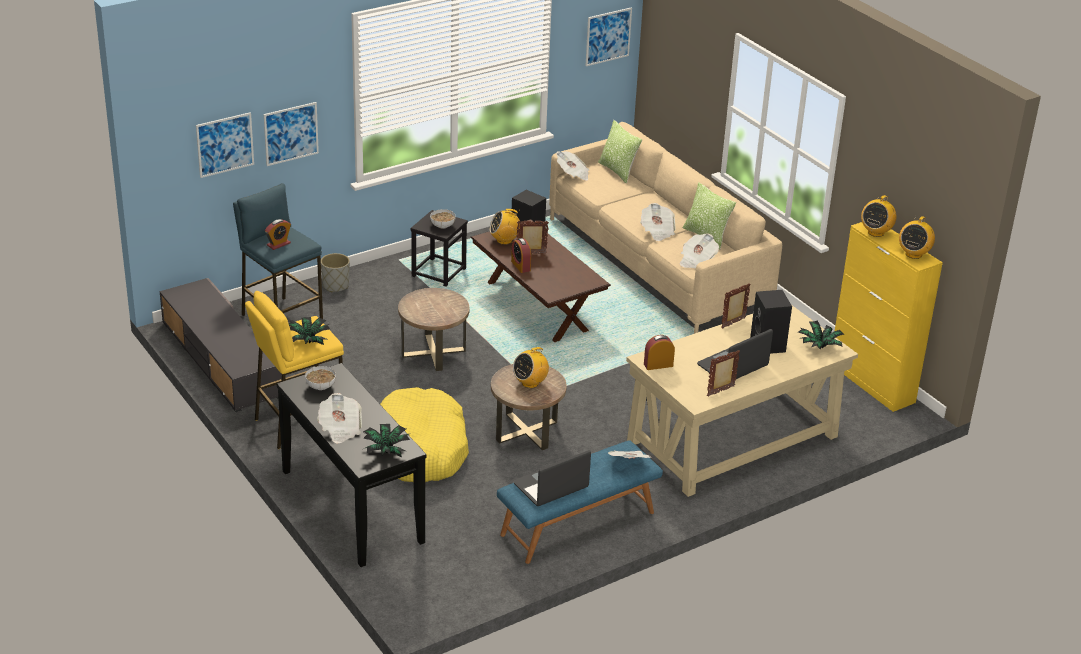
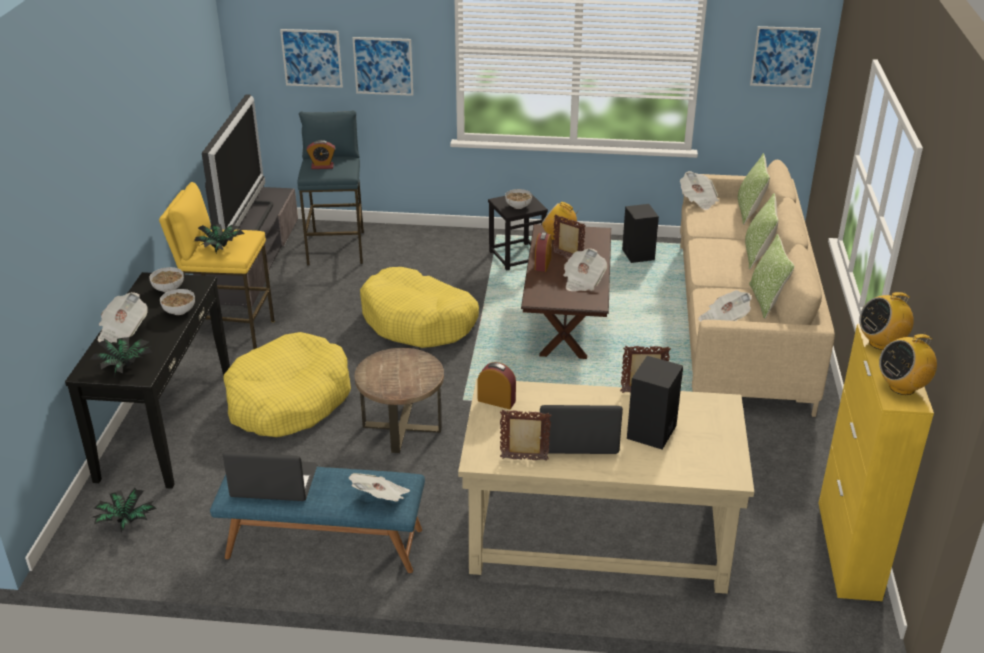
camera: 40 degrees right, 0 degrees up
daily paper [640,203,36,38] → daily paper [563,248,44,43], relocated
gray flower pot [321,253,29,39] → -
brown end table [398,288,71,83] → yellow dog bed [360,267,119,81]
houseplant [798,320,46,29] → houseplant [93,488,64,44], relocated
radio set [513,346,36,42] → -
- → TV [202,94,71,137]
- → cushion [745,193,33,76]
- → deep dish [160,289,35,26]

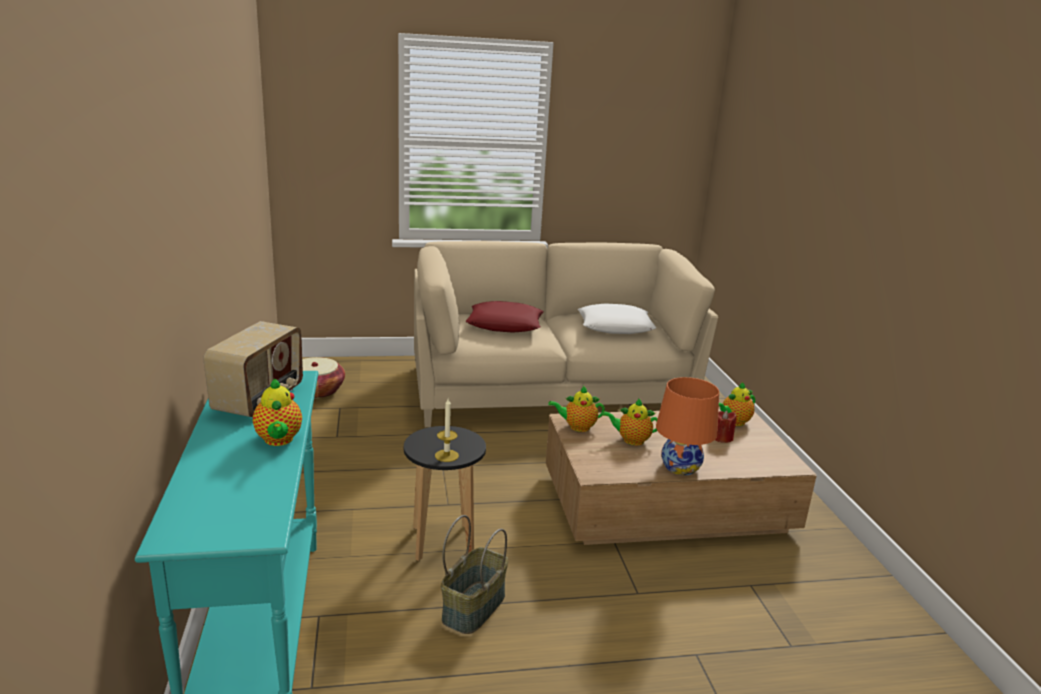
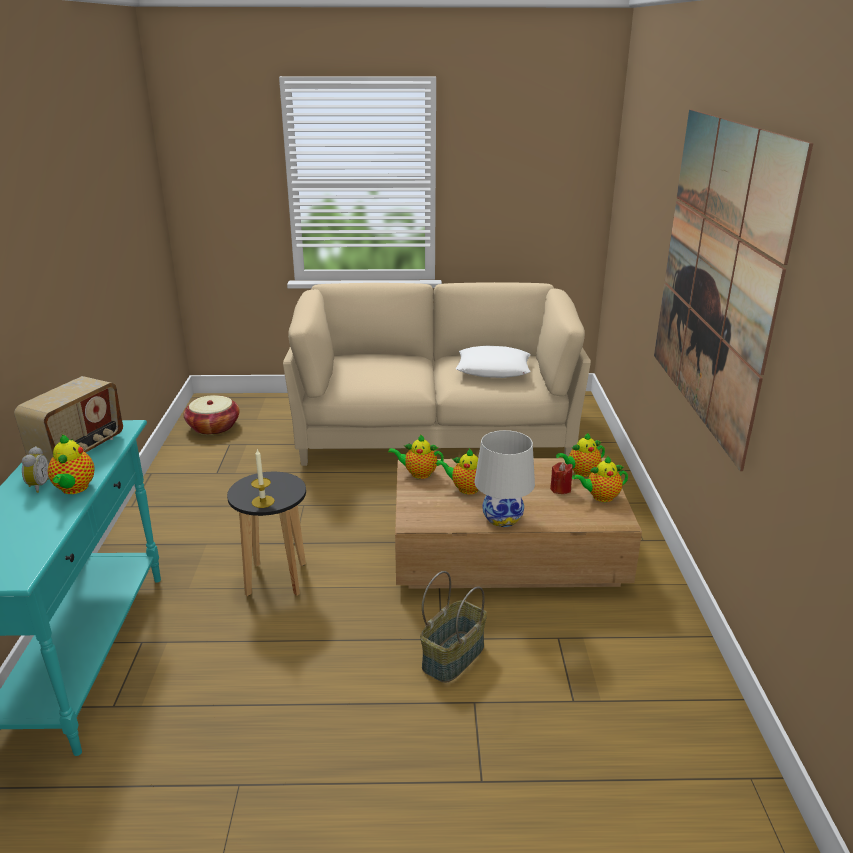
camera: 10 degrees right, 5 degrees up
reddish cushion [466,301,78,32] → -
orange-coloured table lamp [656,377,63,98] → white table lamp [474,430,61,97]
basket [441,515,67,119] → basket [420,571,67,111], relocated
- → wall art [654,110,159,361]
- → table clock [22,446,27,47]
- → teapot [572,456,56,46]

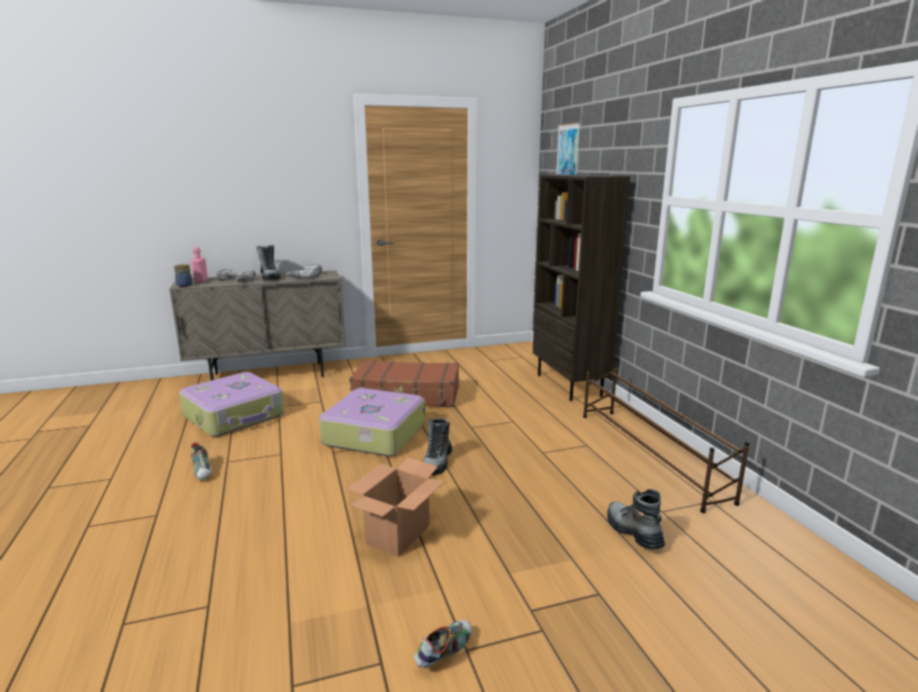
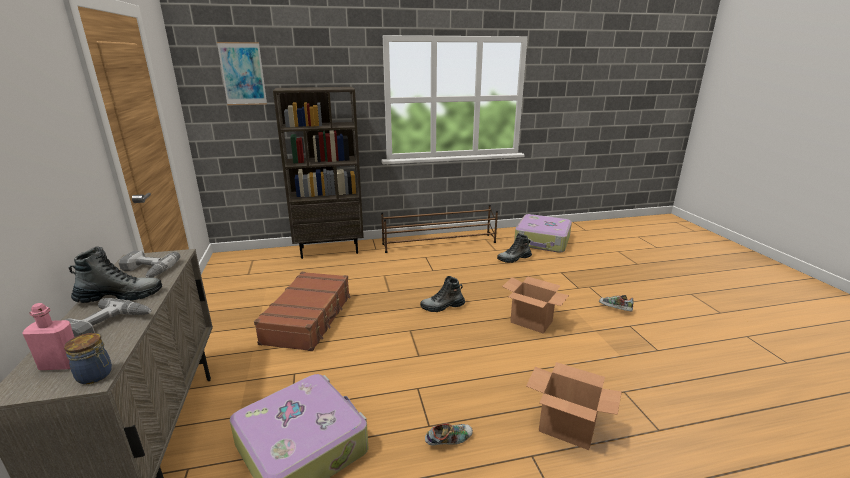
camera: 85 degrees left, 5 degrees up
piece of luggage [319,388,106,68] → piece of luggage [514,214,58,39], relocated
tall boot [423,418,29,57] → tall boot [420,276,45,36], 150 degrees clockwise
- → cardboard box [526,362,96,88]

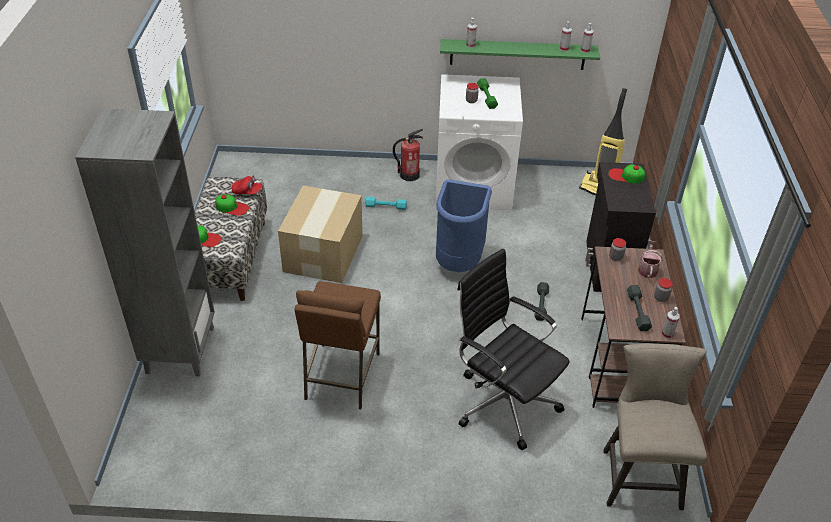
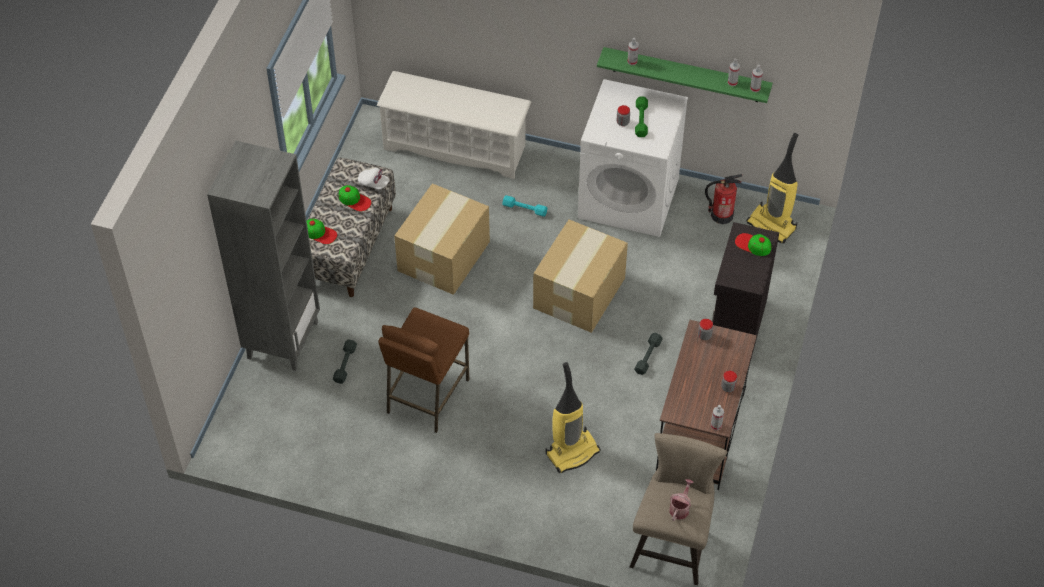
camera: 15 degrees right, 10 degrees up
fire extinguisher [393,129,30,52] → fire extinguisher [705,174,37,50], relocated
reddish cap [232,176,30,18] → white cap [358,168,31,21]
blue-coloured trash can [436,179,56,93] → cardboard box [533,220,95,113]
watering can [638,240,24,38] → watering can [669,479,25,42], relocated
black desk chair [457,249,113,201] → vacuum [546,362,55,111]
gray free weight [627,285,25,46] → gray free weight [333,339,24,45], relocated
- → white shoe rack [376,71,155,108]

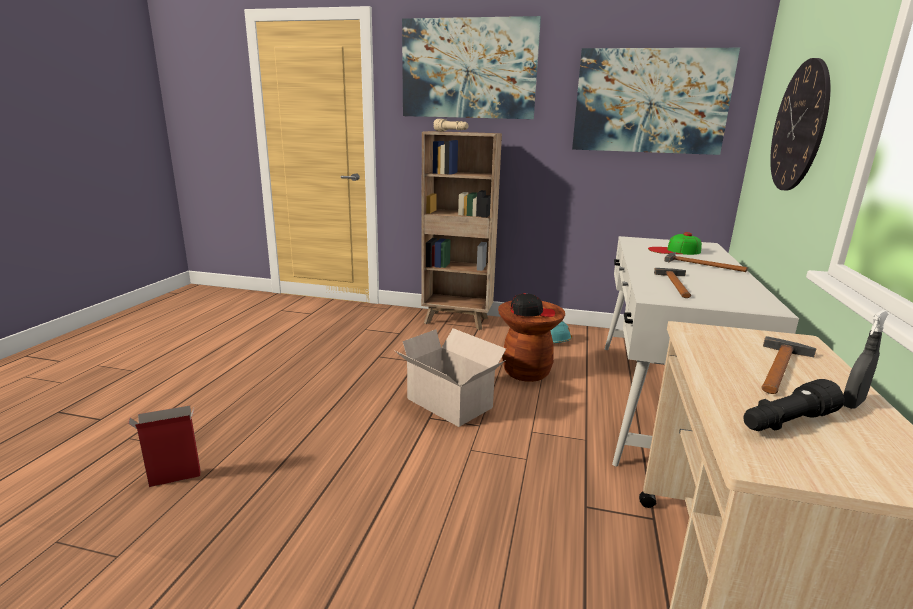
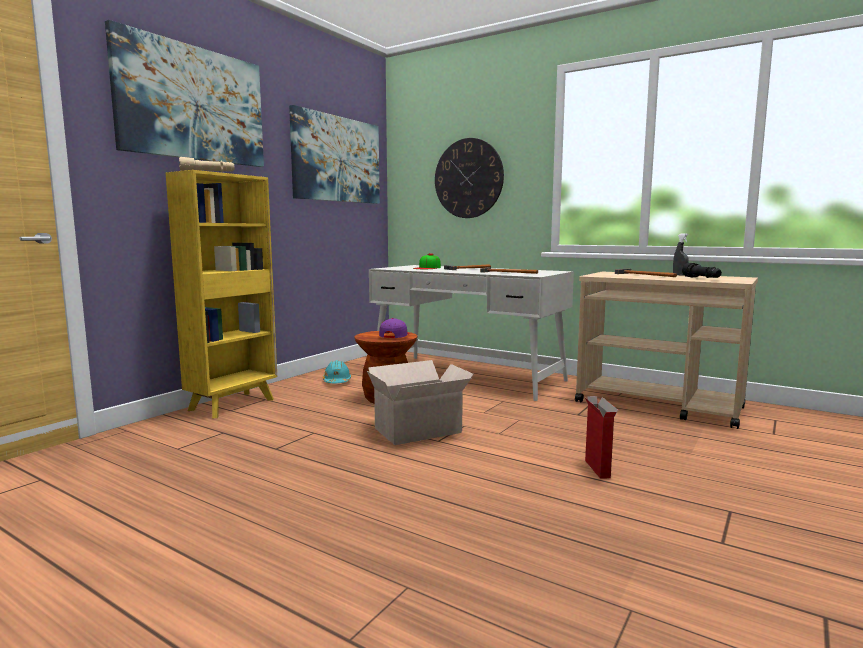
camera: 70 degrees left, 10 degrees down
brown bookshelf [421,131,81,199] → yellow bookshelf [165,170,112,248]
black cap [511,293,44,24] → purple cap [379,318,30,20]
cardboard box [128,406,72,81] → cardboard box [585,396,33,83], relocated

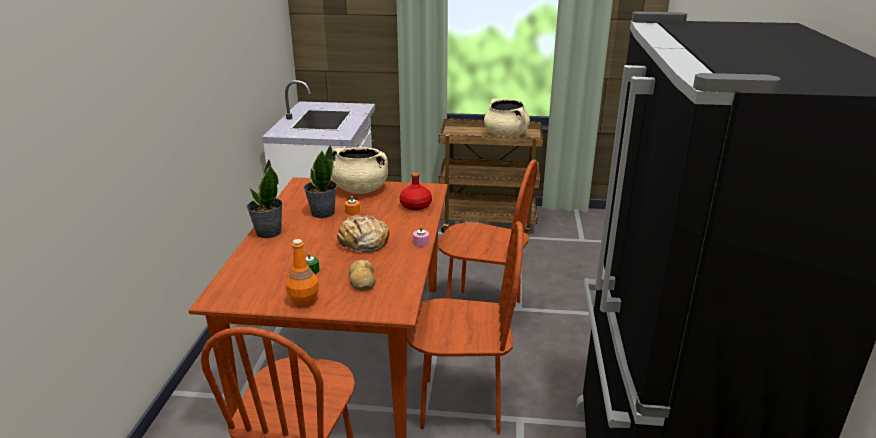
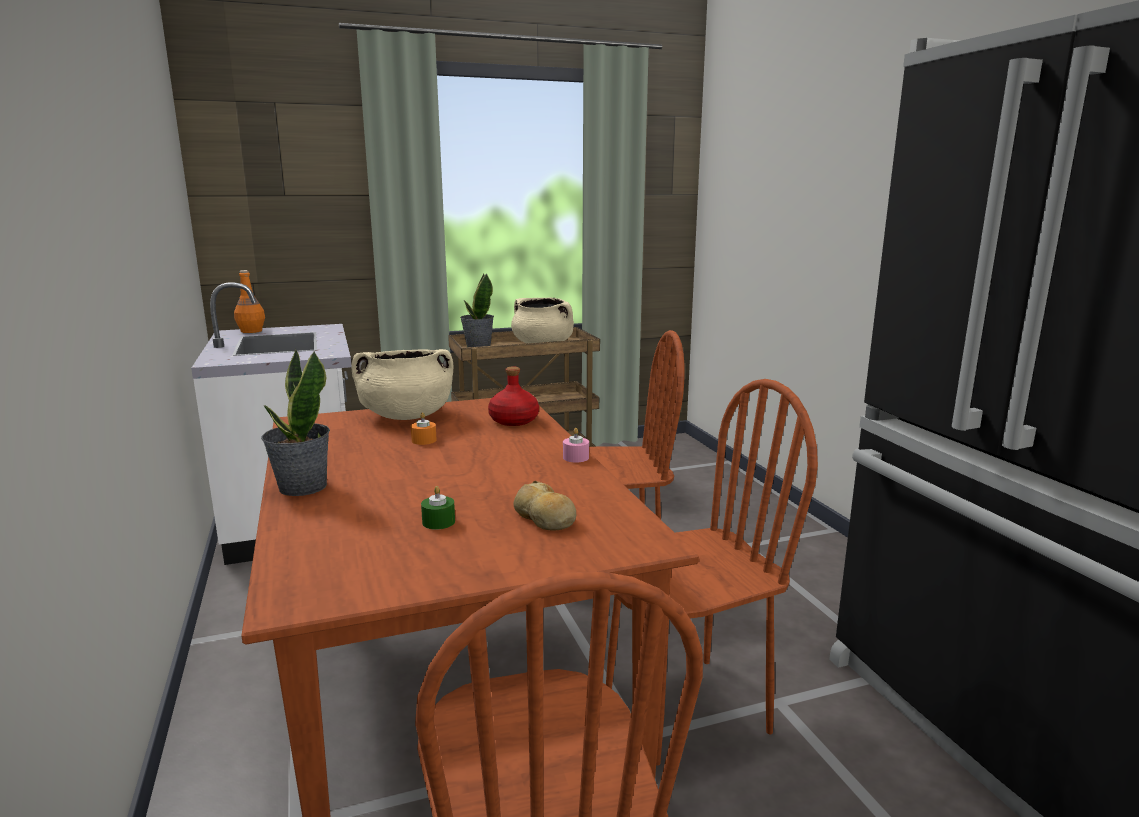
camera: 25 degrees left, 10 degrees down
houseplant [304,145,33,73] → houseplant [460,273,34,74], relocated
baked bread [337,214,52,39] → -
orange-coloured beverage bottle [286,239,33,68] → orange-coloured beverage bottle [234,270,31,63], relocated

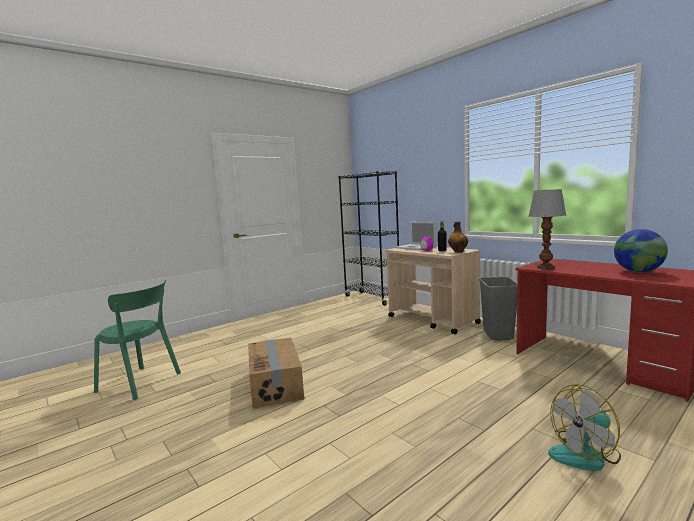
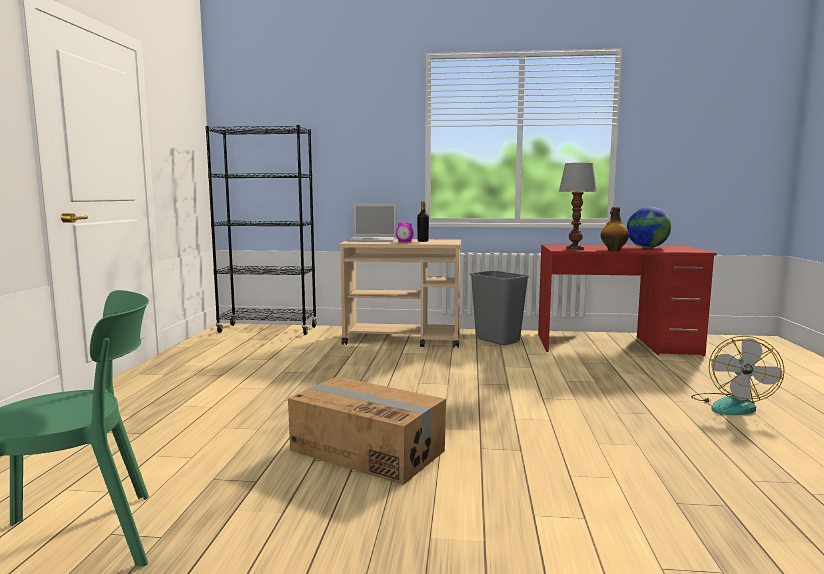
camera: 45 degrees left, 0 degrees up
beverage bottle [448,221,20,32] → beverage bottle [601,207,28,44], relocated

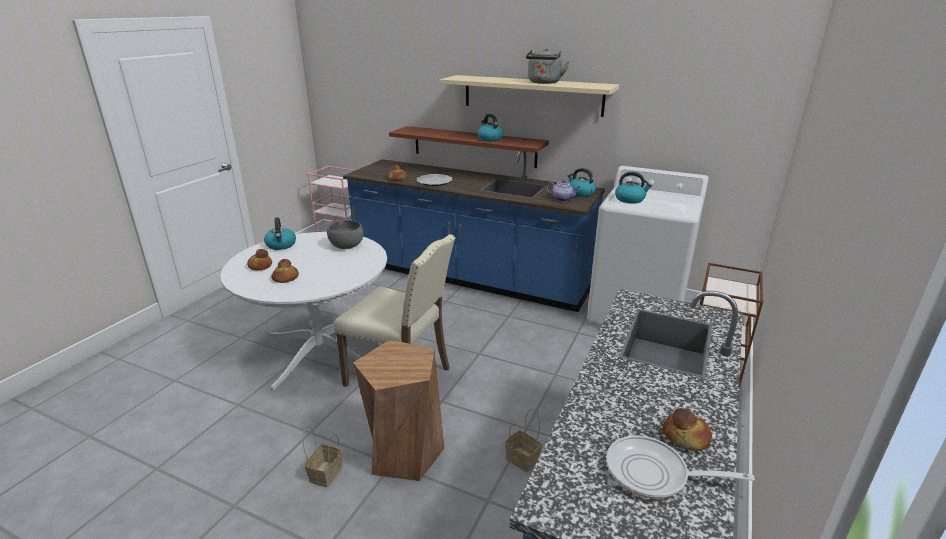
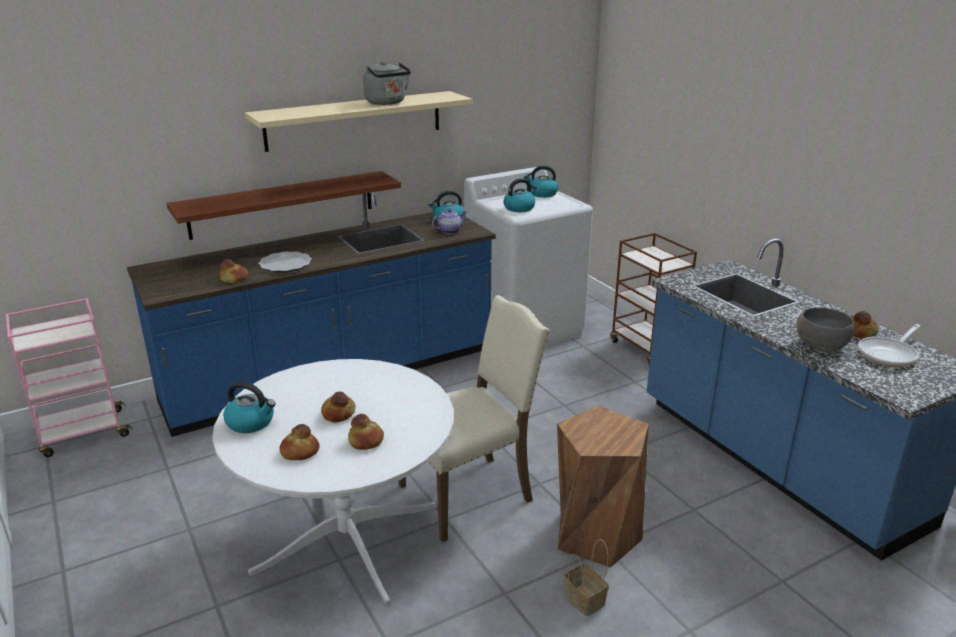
camera: 55 degrees left, 0 degrees up
tea kettle [478,114,25,28] → tea kettle [524,166,35,32], relocated
gray deep dish [327,220,37,29] → gray deep dish [796,307,59,44], relocated
basket [505,409,37,63] → -
- → baked bread [321,391,35,32]

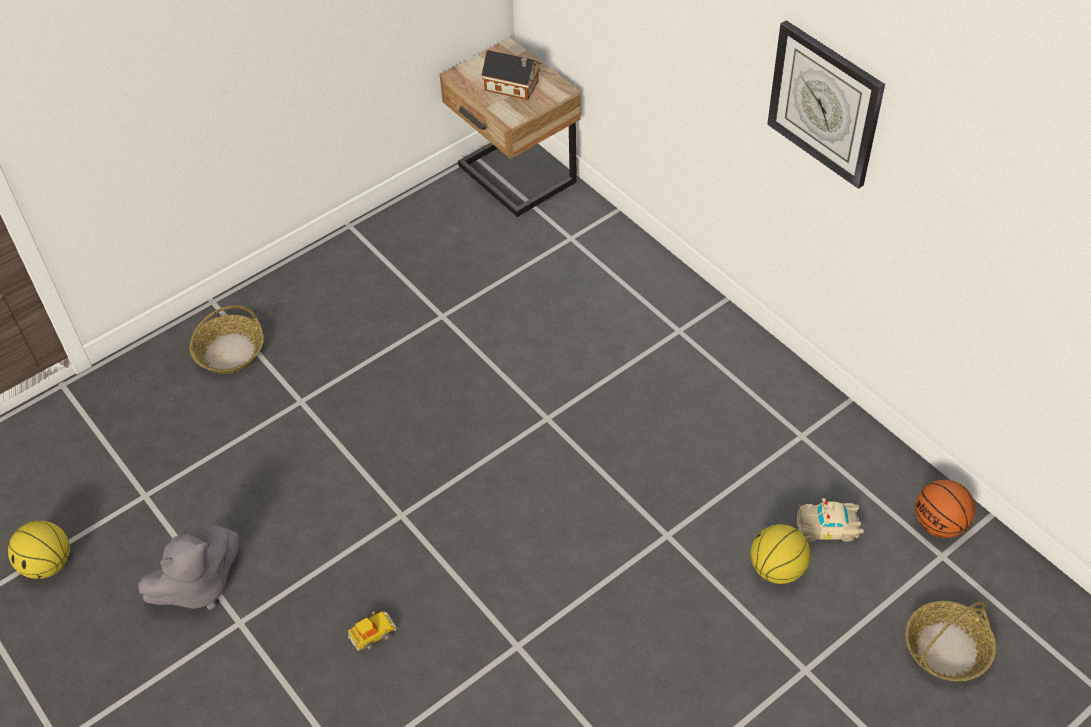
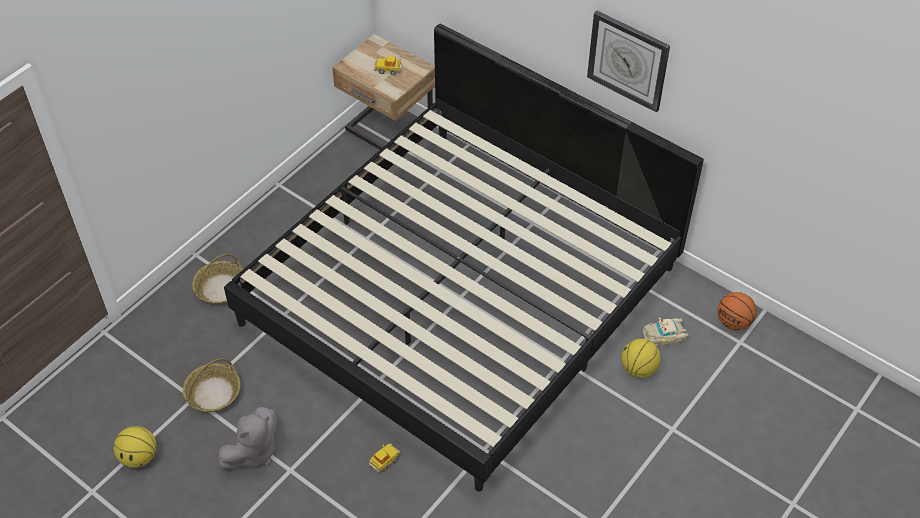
camera: 15 degrees left, 0 degrees up
model house [481,50,60,50] → model car [374,56,28,19]
basket [905,601,91,80] → basket [183,358,57,54], relocated
- → bed [224,24,480,468]

